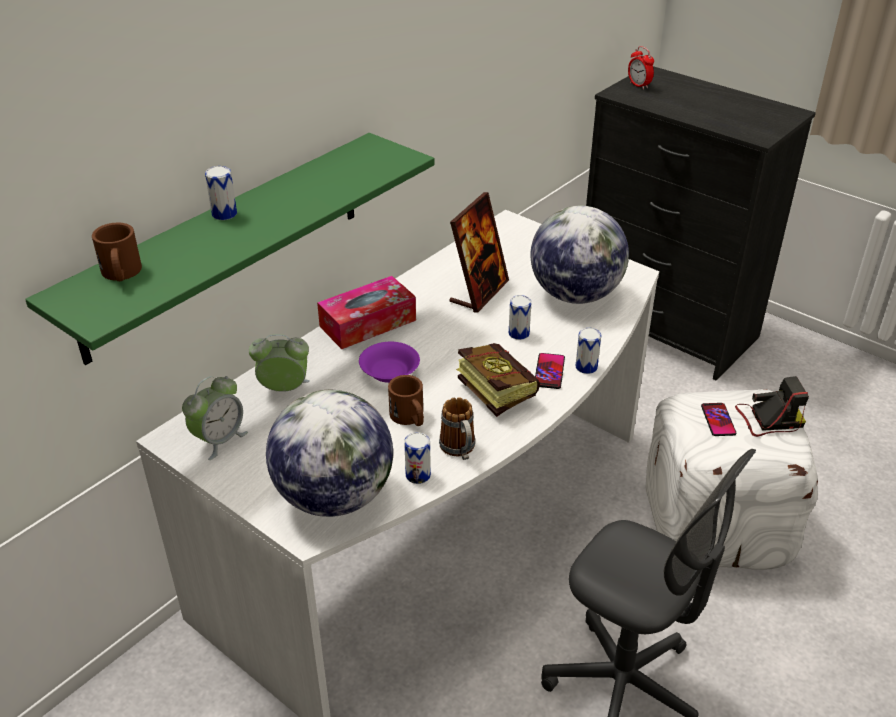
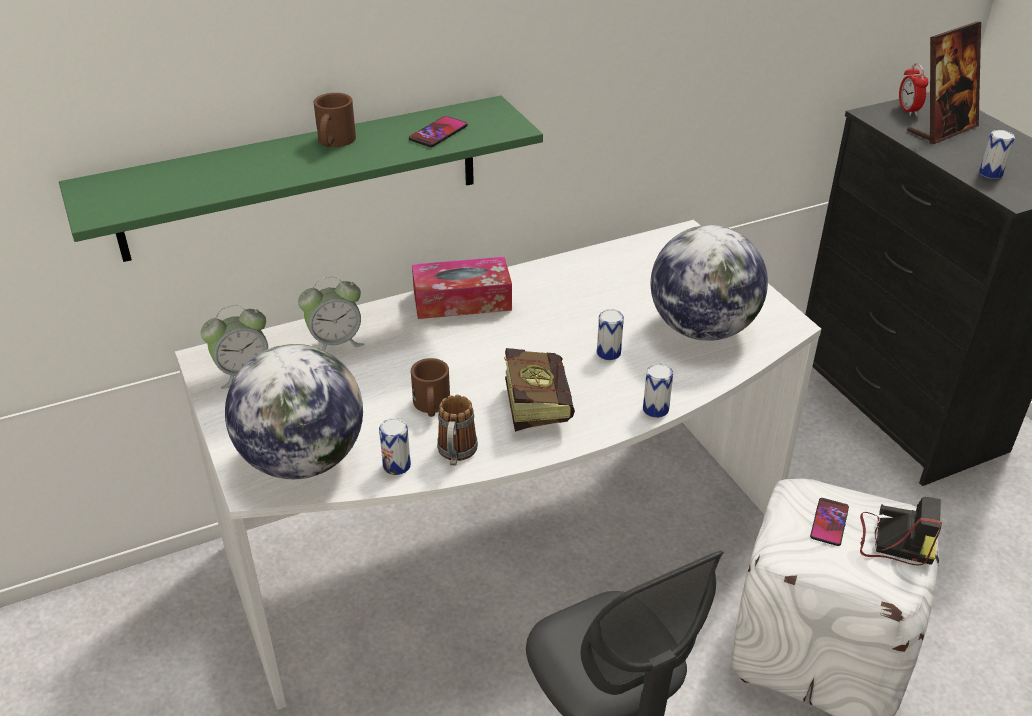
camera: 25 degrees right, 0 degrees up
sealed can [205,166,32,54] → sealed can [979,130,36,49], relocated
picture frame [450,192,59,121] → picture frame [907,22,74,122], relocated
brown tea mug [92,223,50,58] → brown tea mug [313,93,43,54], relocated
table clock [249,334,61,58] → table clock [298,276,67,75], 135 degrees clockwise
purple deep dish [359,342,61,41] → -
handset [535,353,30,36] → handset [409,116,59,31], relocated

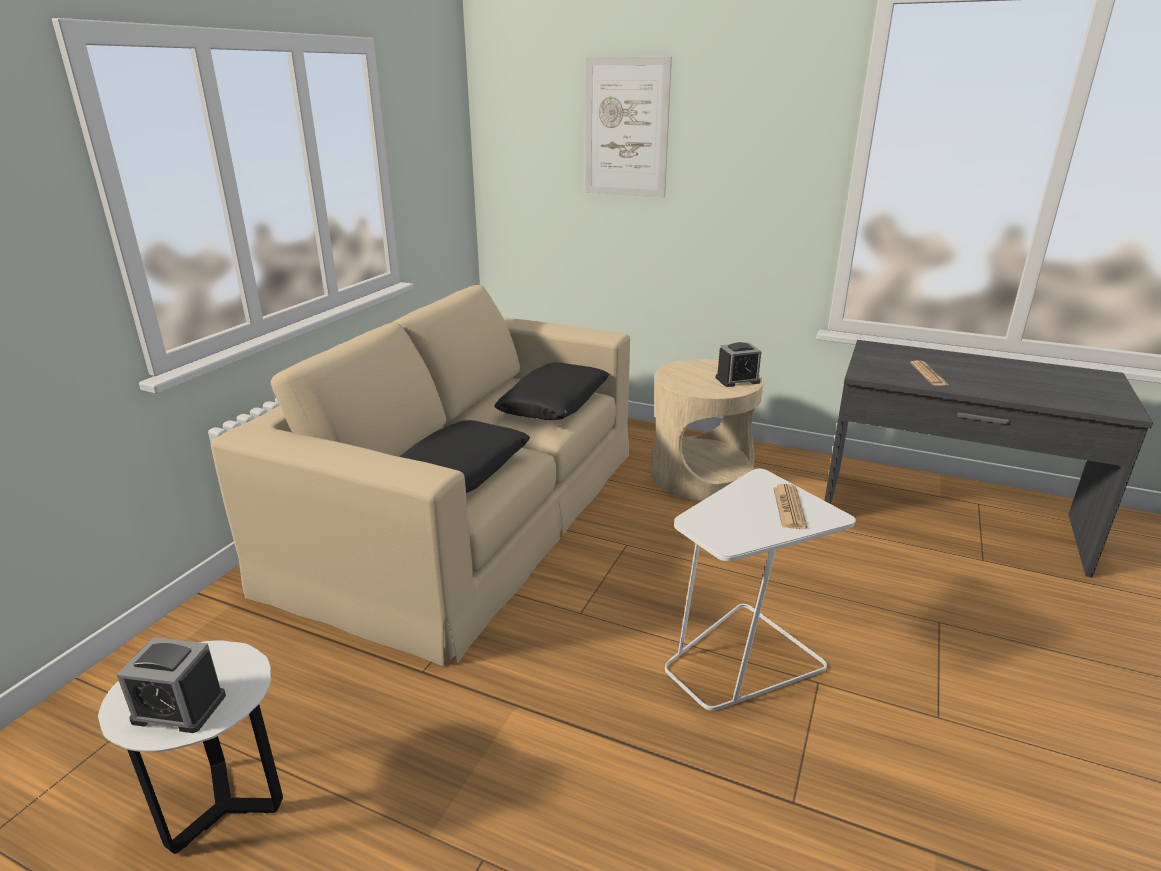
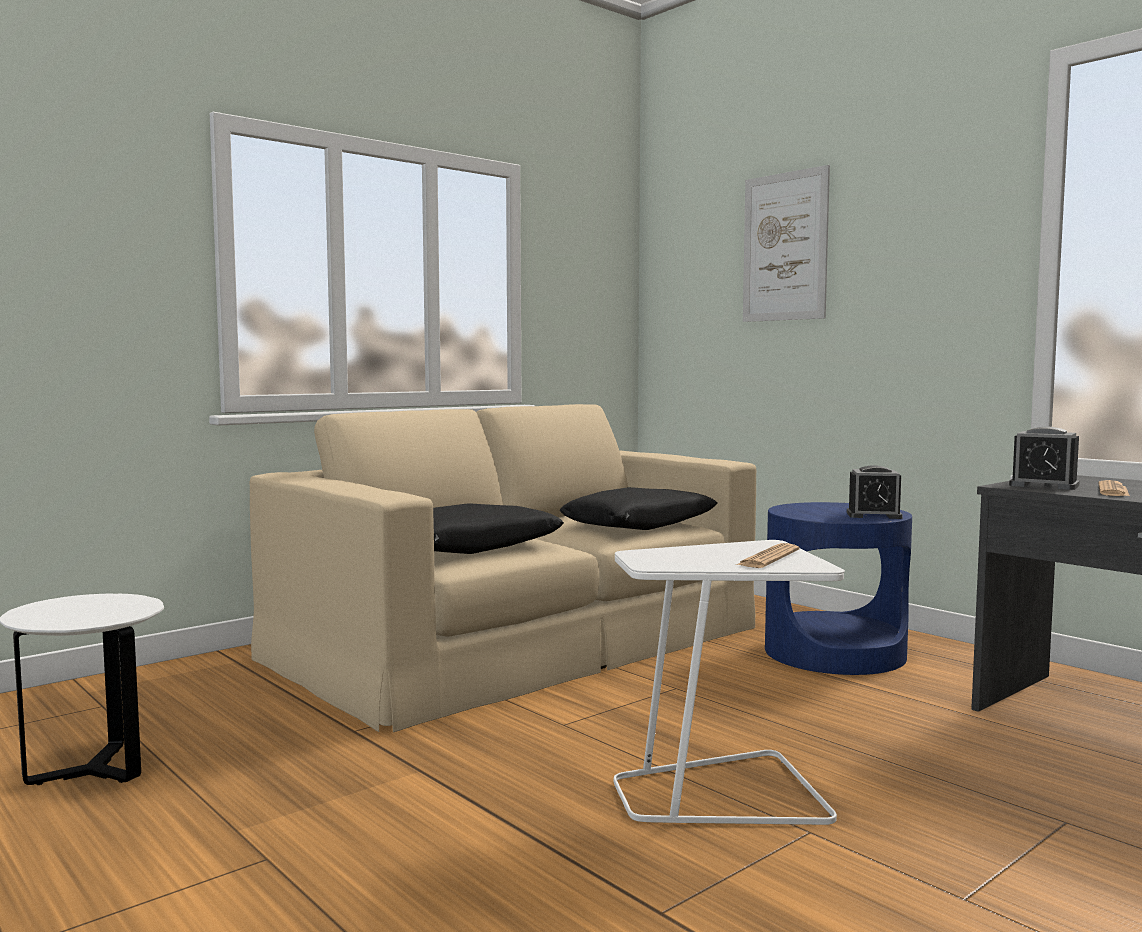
camera: 25 degrees right, 20 degrees down
beige end table [650,359,113,142] → blue-coloured end table [765,502,147,173]
table clock [117,637,109,96] → table clock [1009,427,70,63], relocated

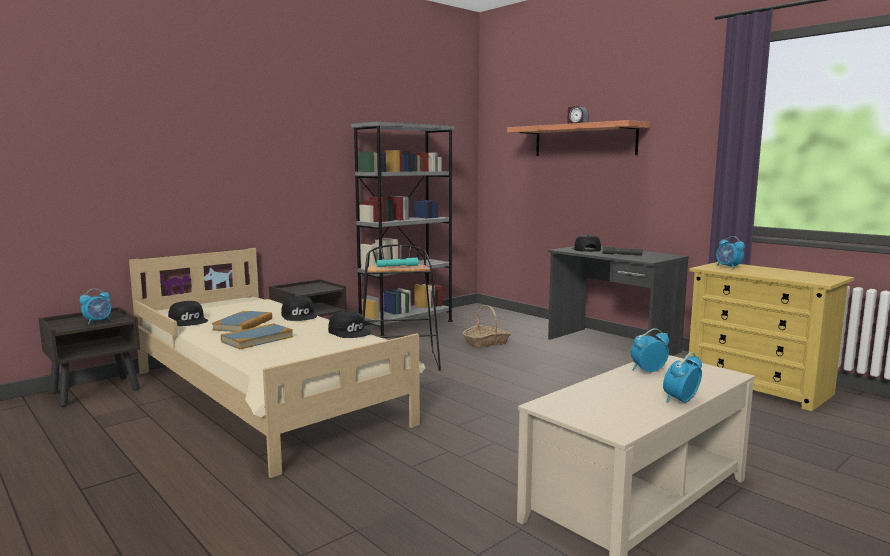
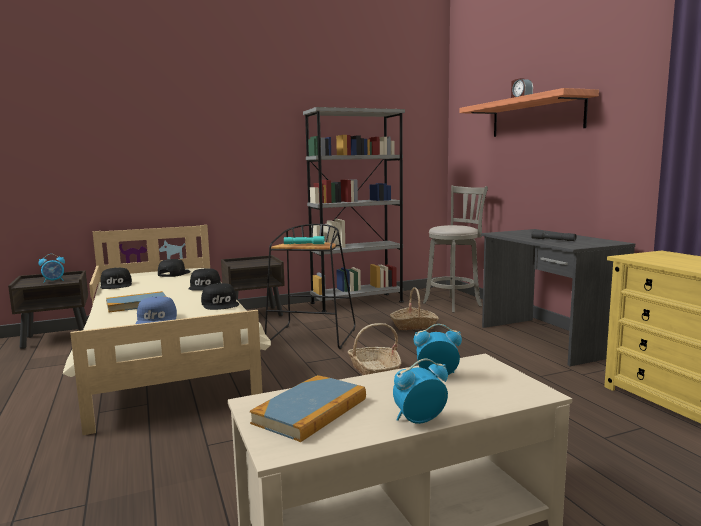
camera: 20 degrees right, 0 degrees up
black cap [572,235,29,17] → black cap [158,259,33,18], relocated
table clock [716,236,29,33] → -
book [212,311,60,21] → book [250,375,116,67], relocated
- → gray stool seat [423,185,65,128]
- → blue-coloured cap [136,296,41,28]
- → basket [348,323,53,52]

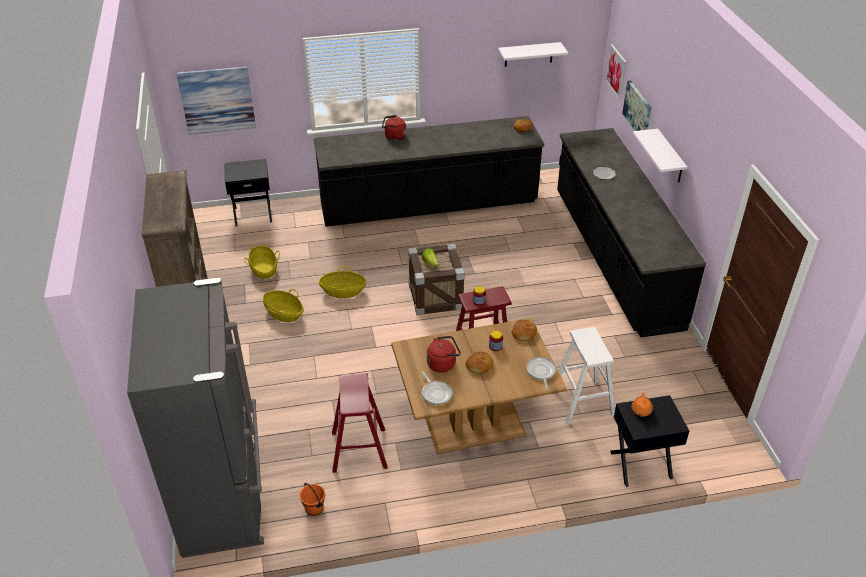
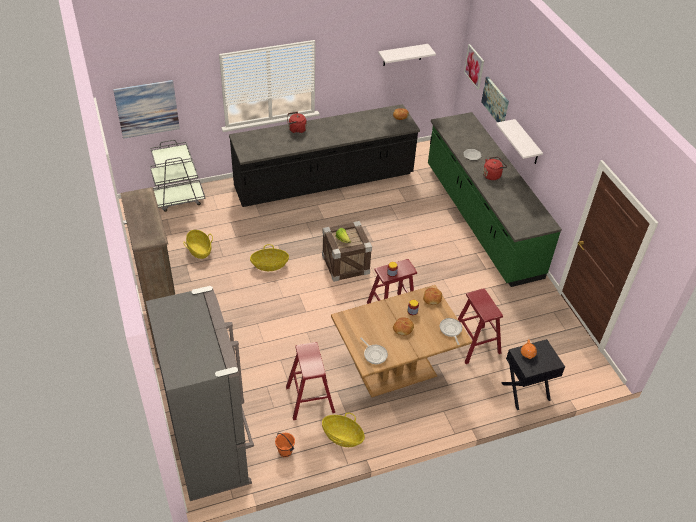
camera: 10 degrees left, 5 degrees up
black counter [557,128,149,210] → greenish counter [428,112,134,175]
black night table [224,159,48,67] → gray trolley [150,140,56,72]
basket [263,289,40,33] → basket [322,412,43,35], relocated
white stool seat [558,327,57,98] → reddish stool seat [458,288,45,76]
reddish tea kettle [427,336,34,36] → reddish tea kettle [483,157,24,23], relocated

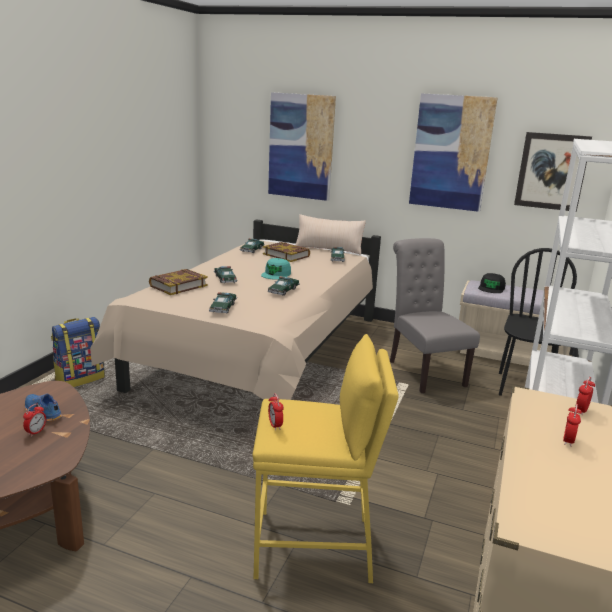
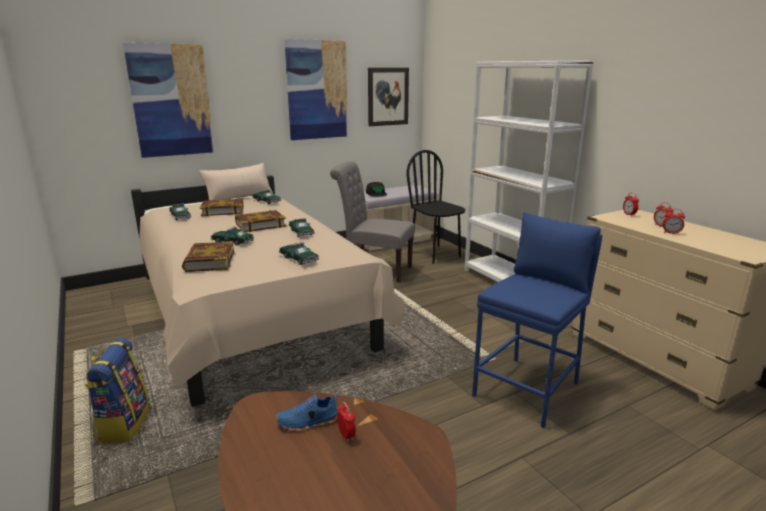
camera: 50 degrees left, 0 degrees up
turquoise cap [261,258,30,22] → book [235,210,51,22]
yellow stool seat [253,334,146,249] → blue-coloured stool seat [472,212,130,216]
table clock [268,393,16,37] → table clock [662,209,23,25], relocated

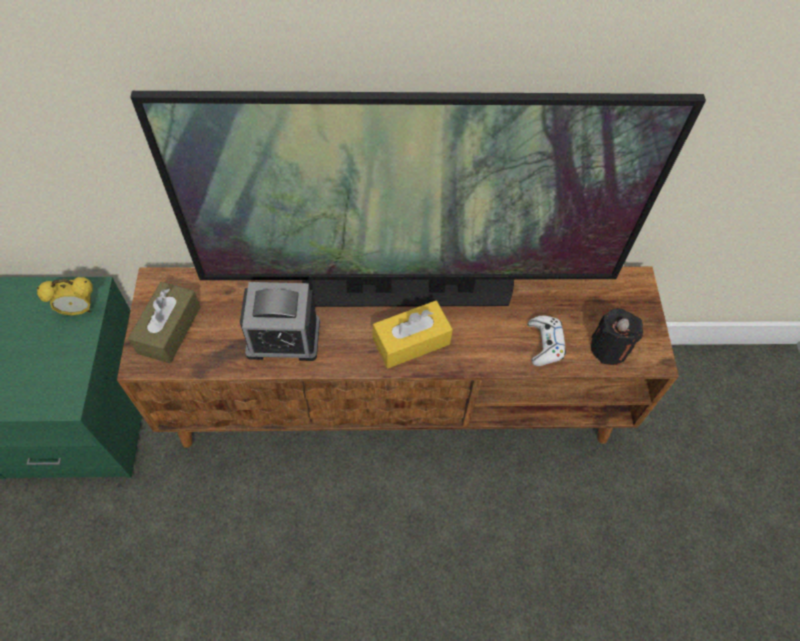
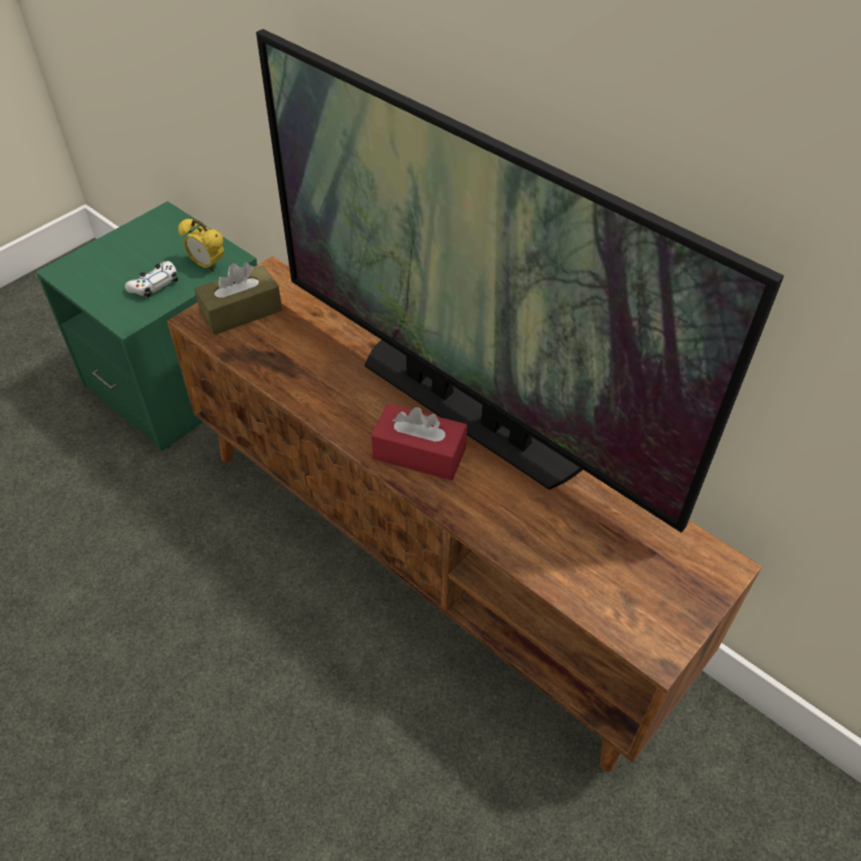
camera: 45 degrees right, 10 degrees down
table clock [240,282,80,79] → -
yellow box of tissues [373,301,80,67] → reddish box of tissues [371,404,96,76]
black wax light [591,308,52,57] → -
white game controller [528,315,38,51] → white game controller [125,261,53,37], relocated

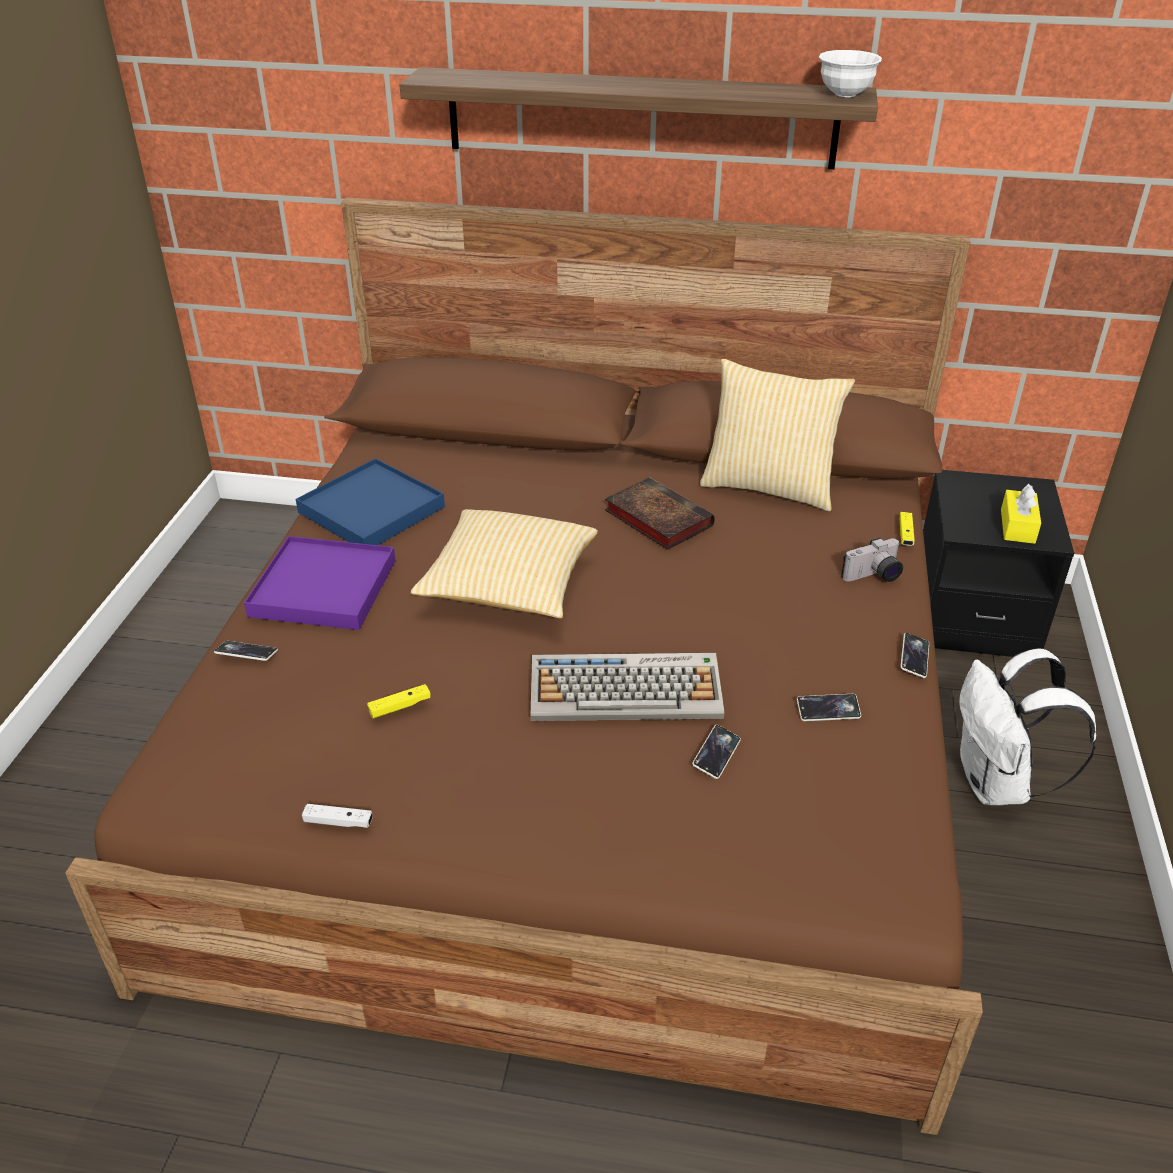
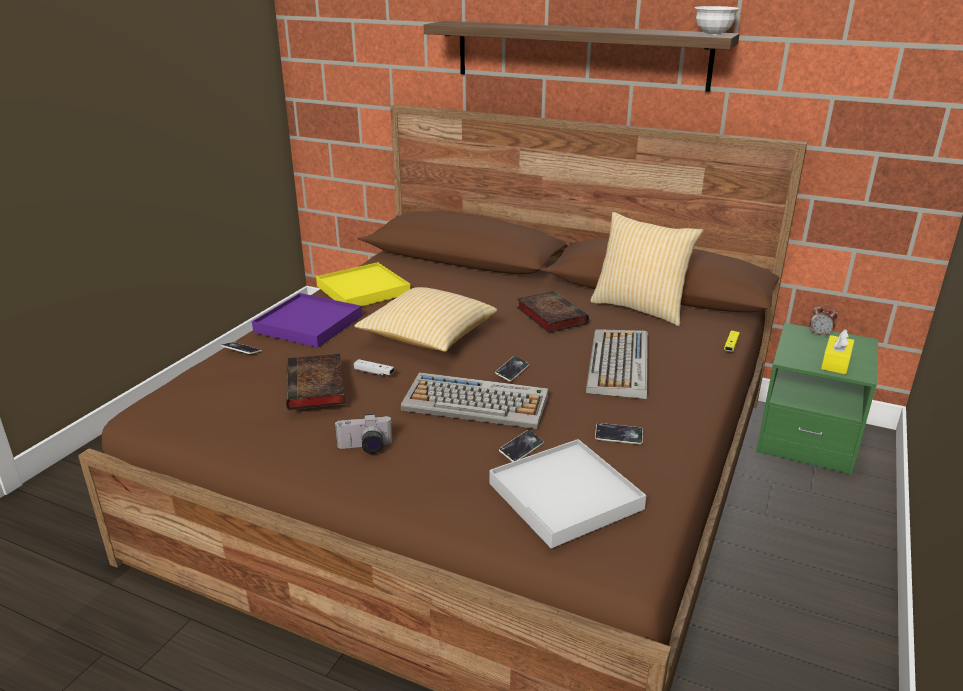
camera: 15 degrees right, 10 degrees down
blue-coloured tray [296,458,149,87] → yellow tray [316,262,95,44]
black night table [923,470,151,187] → greenish night table [756,323,122,152]
photo camera [841,538,62,44] → photo camera [334,414,58,40], relocated
handset [900,633,29,45] → handset [495,356,34,25], relocated
white knapsack [959,648,137,157] → -
yellow game controller [367,684,64,34] → book [286,354,59,56]
white game controller [302,804,71,24] → white game controller [354,359,40,16], relocated
- → table clock [810,304,28,33]
- → PC keyboard [586,329,62,70]
- → white tray [489,439,157,109]

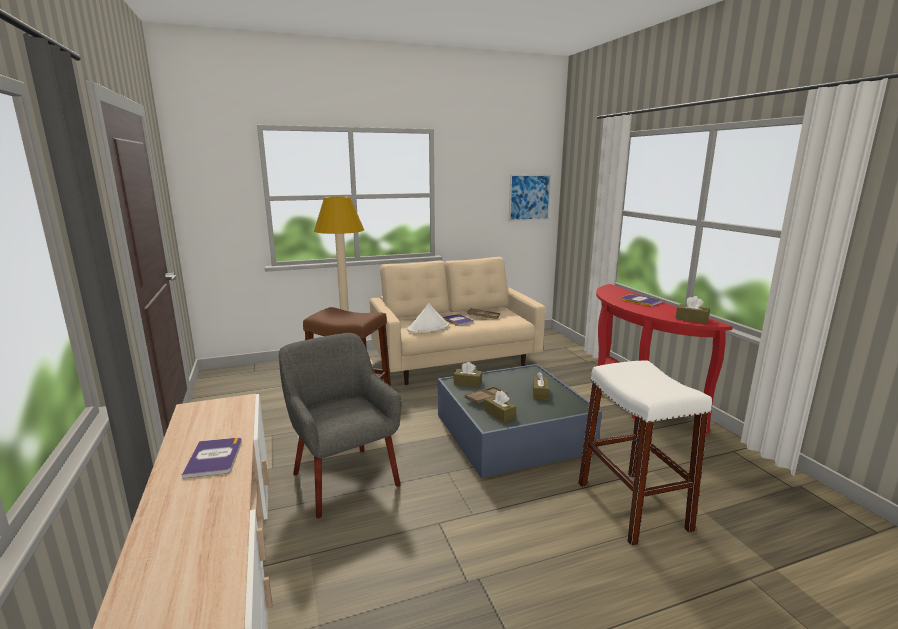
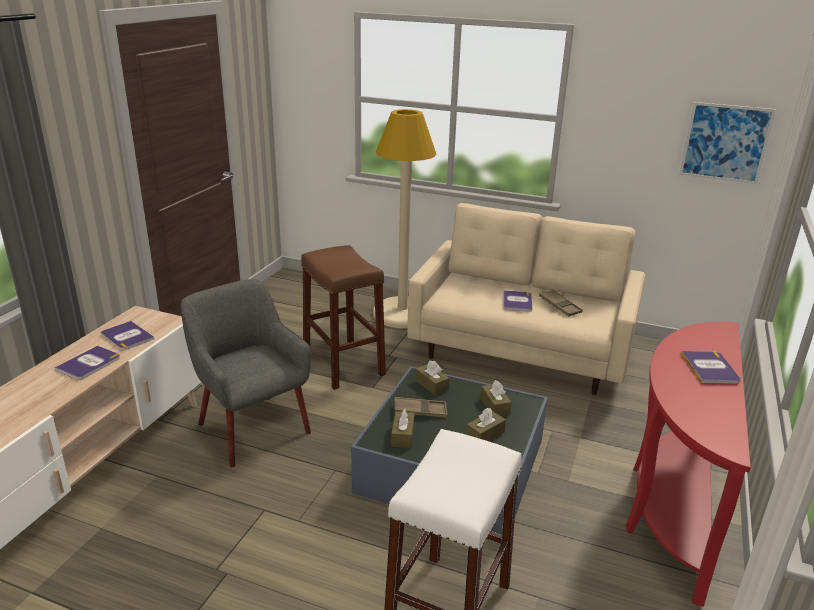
camera: 40 degrees right, 10 degrees up
brown box of tissues [676,296,34,28] → brown box of tissues [480,380,32,36], relocated
white clothing hat [407,303,42,30] → -
gray armchair [279,333,123,185] → gray armchair [181,279,130,188], 45 degrees counterclockwise
- → book [101,321,53,30]

